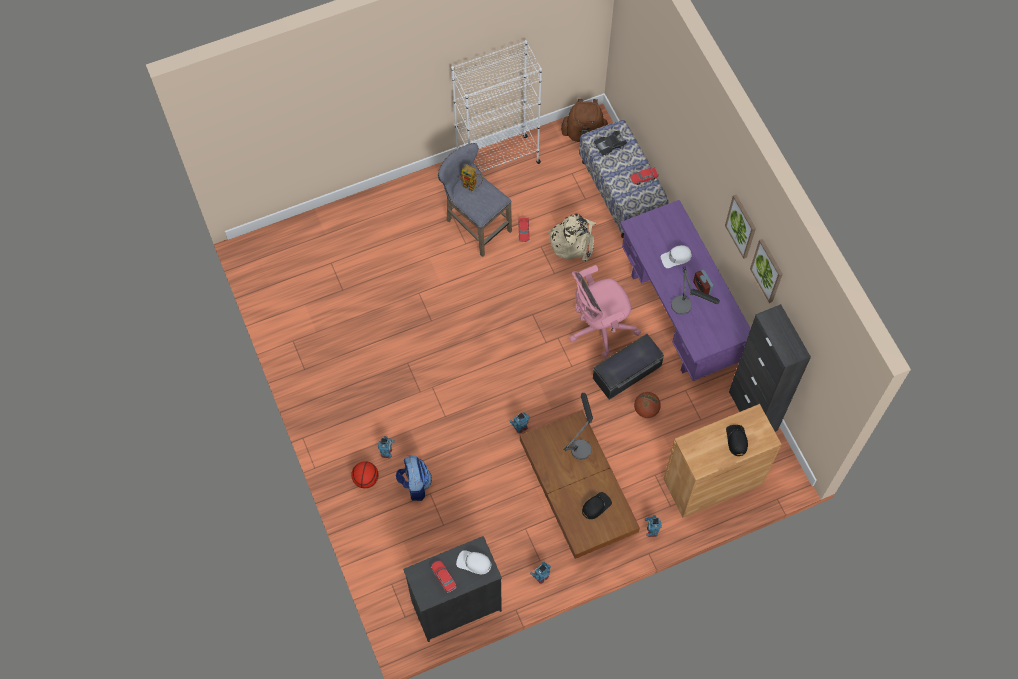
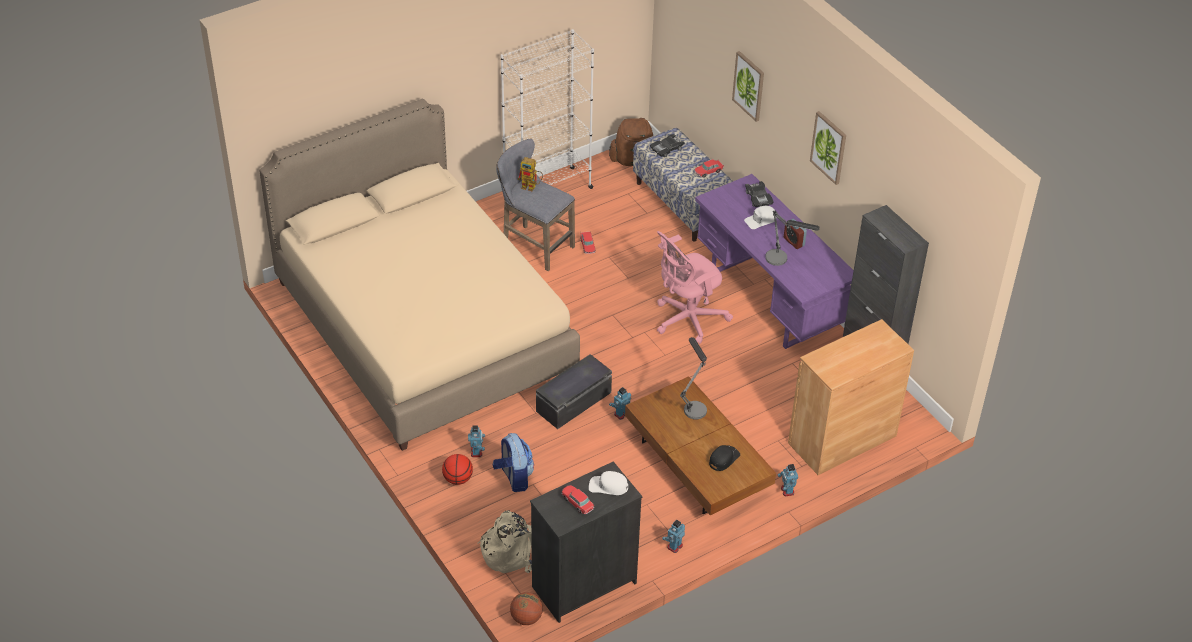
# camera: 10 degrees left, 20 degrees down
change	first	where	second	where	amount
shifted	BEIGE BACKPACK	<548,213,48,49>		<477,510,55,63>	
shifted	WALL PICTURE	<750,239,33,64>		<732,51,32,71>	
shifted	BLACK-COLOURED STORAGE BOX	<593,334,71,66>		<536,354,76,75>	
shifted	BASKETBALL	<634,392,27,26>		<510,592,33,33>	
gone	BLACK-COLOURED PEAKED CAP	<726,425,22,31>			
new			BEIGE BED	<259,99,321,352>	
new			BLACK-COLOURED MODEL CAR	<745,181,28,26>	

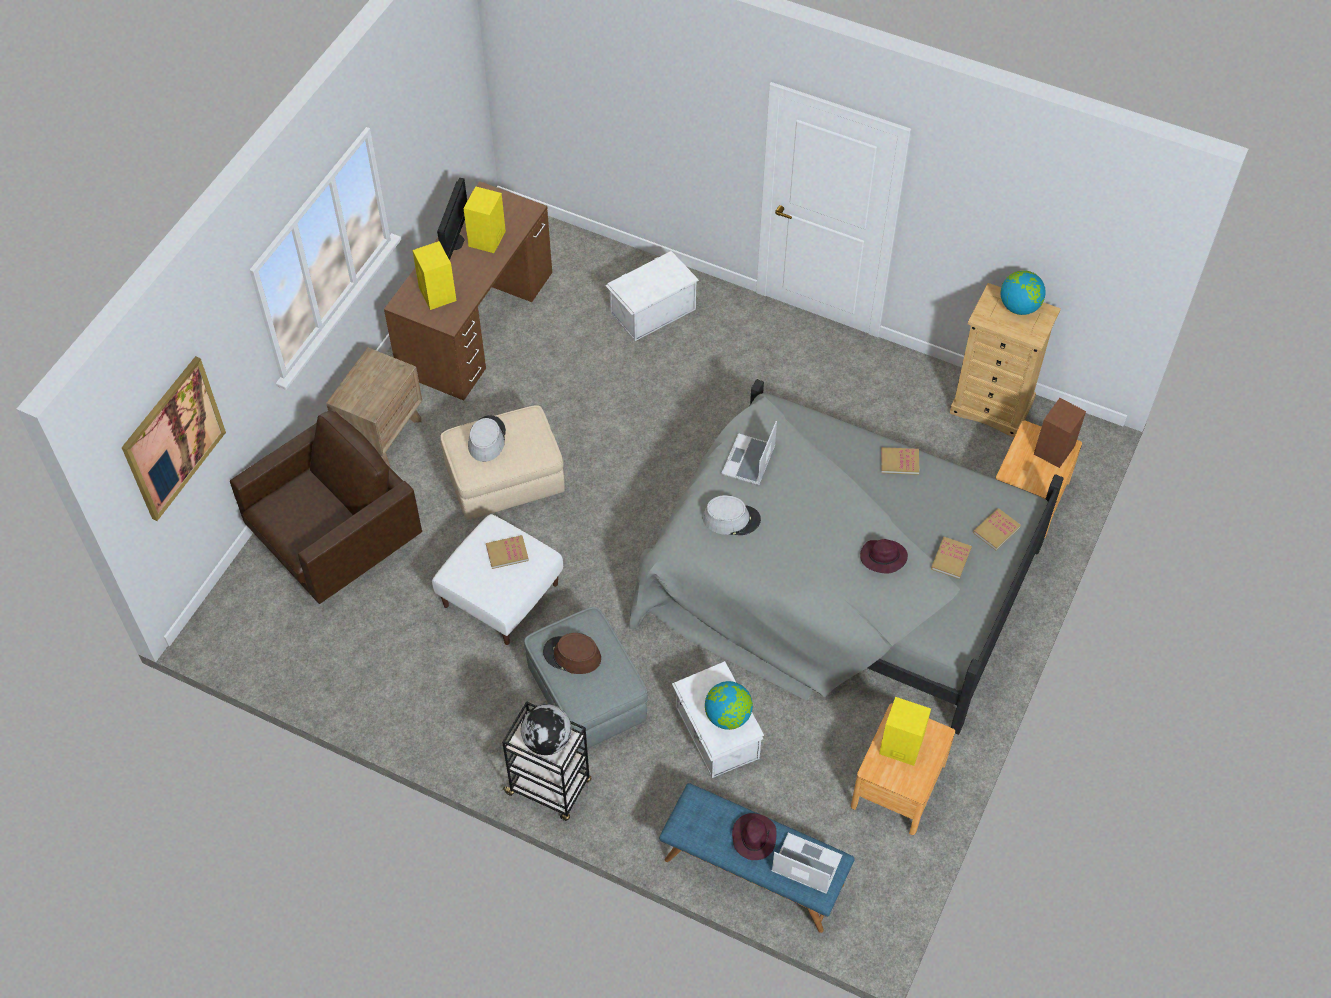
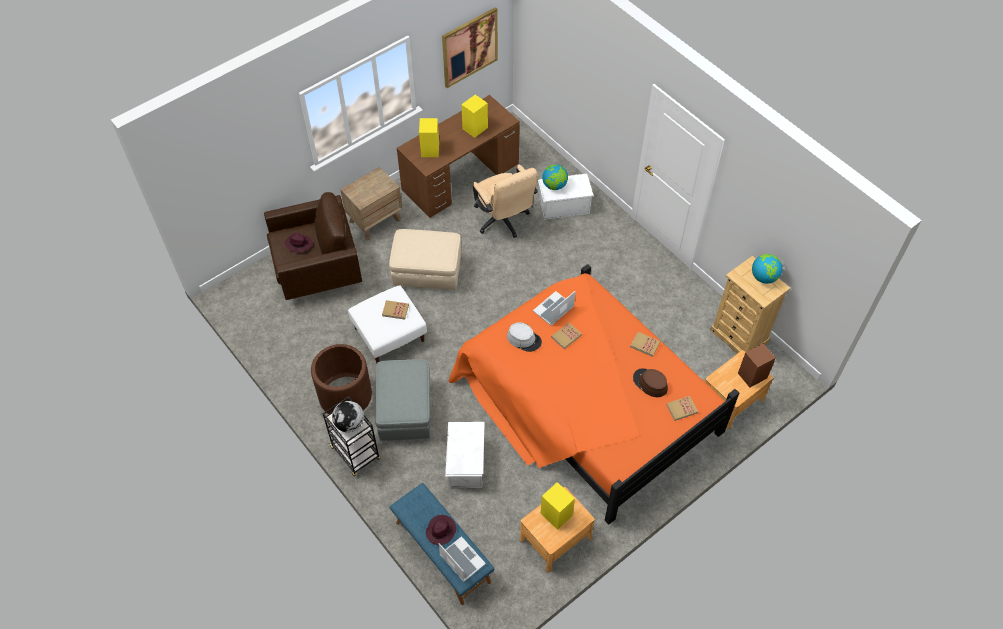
# camera: 25 degrees right, 0 degrees up
change	first	where	second	where	amount
gone	COMPUTER DISPLAY	<437,178,30,82>			
shifted	WALL PICTURE	<121,356,105,165>		<442,7,56,81>	
repainted	GRAY BED	<629,379,435,356>	ORANGE-COLOURED BED	<448,264,291,261>	
gone	GRAY WEARABLE HAT	<468,415,38,47>			
shifted	BOUND BOOK	<931,537,41,42>		<551,323,31,26>	
shifted	PURPLE-COLOURED WEARABLE HAT	<860,539,48,35>		<285,233,27,20>	
shifted	BROWN-COLOURED WEARABLE HAT	<543,633,58,41>		<633,368,35,29>	
shifted	WORLD GLOBE	<705,681,48,49>		<542,164,26,26>	
new			BEIGE OFFICE CHAIR	<473,164,65,74>	
new			BROWN-COLOURED PLANT POT	<311,344,61,70>	

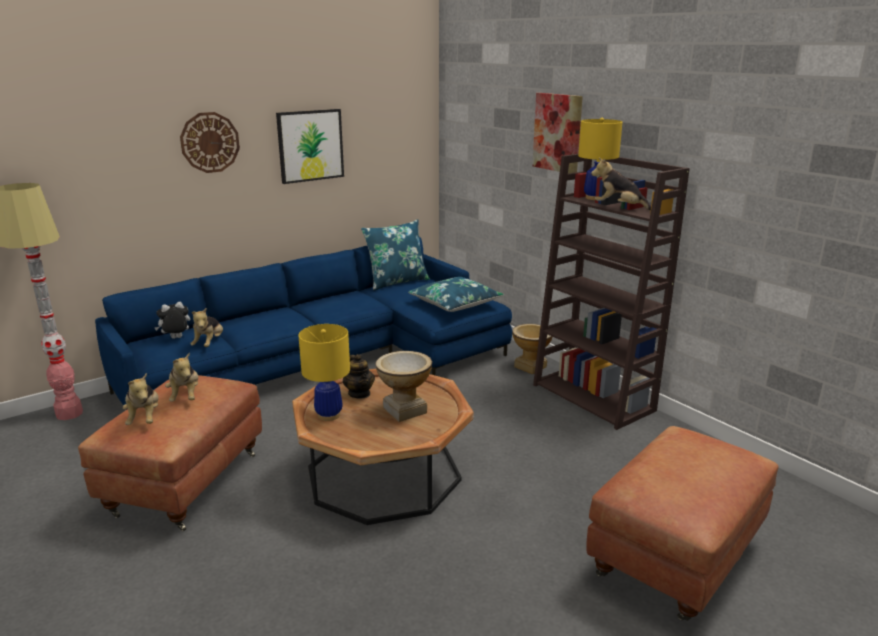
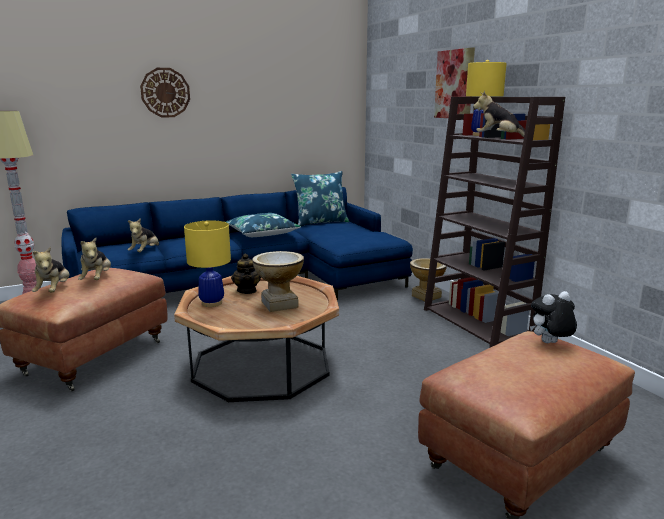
# camera: 10 degrees right, 5 degrees down
change	first	where	second	where	amount
gone	WALL PICTURE	<276,109,68,75>			
shifted	BLUISH CUSHION	<408,277,96,35>		<226,213,75,24>	
shifted	SOFT TOY	<155,302,35,37>		<530,291,47,52>	

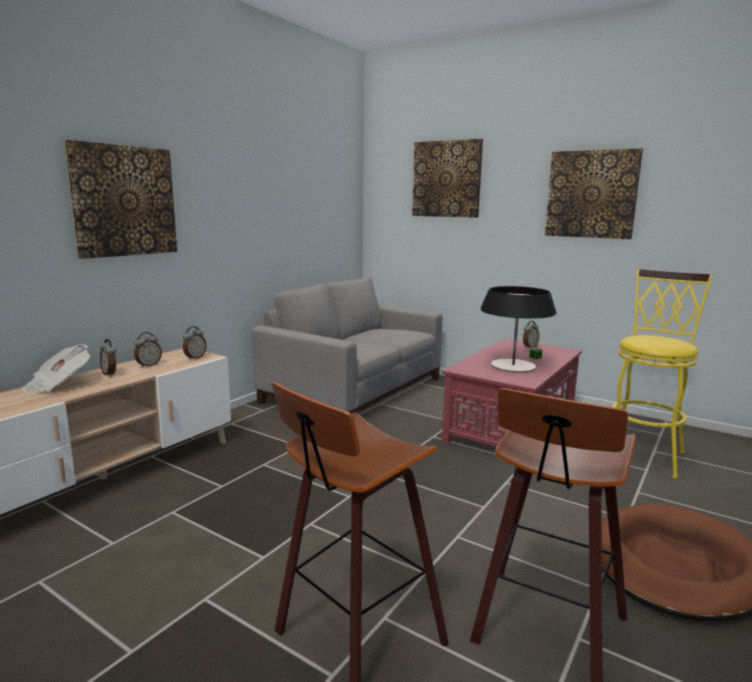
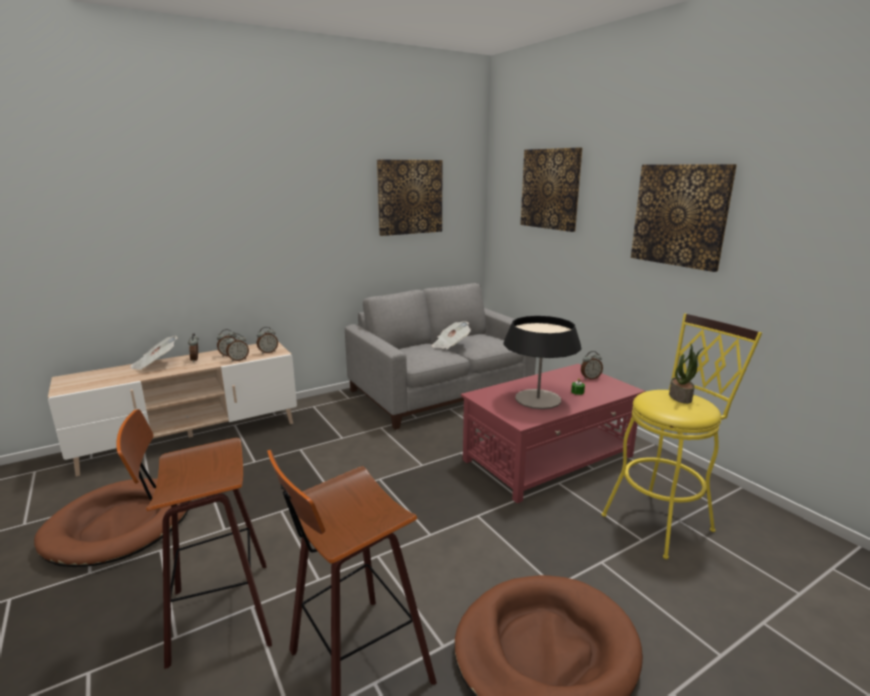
# camera: 25 degrees right, 5 degrees up
change	first	where	second	where	amount
shifted	WALL PICTURE	<64,140,113,119>		<377,160,66,76>	
new			DAILY PAPER	<432,321,39,28>	
new			TABLE CLOCK	<226,333,23,29>	
new			POTTED PLANT	<669,344,35,60>	
new			BROWN-COLOURED PET BED	<34,478,158,89>	

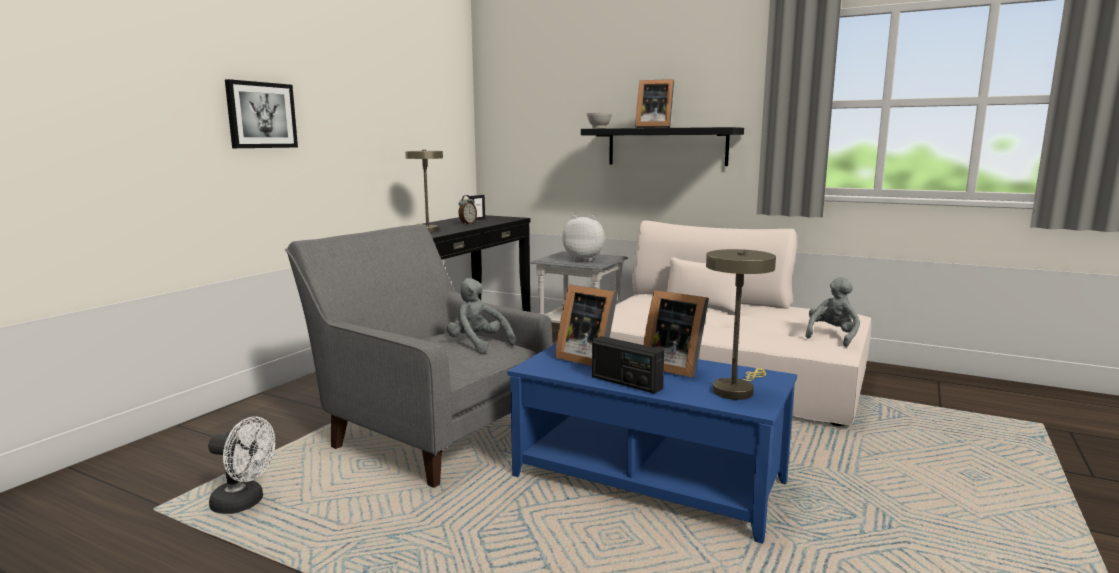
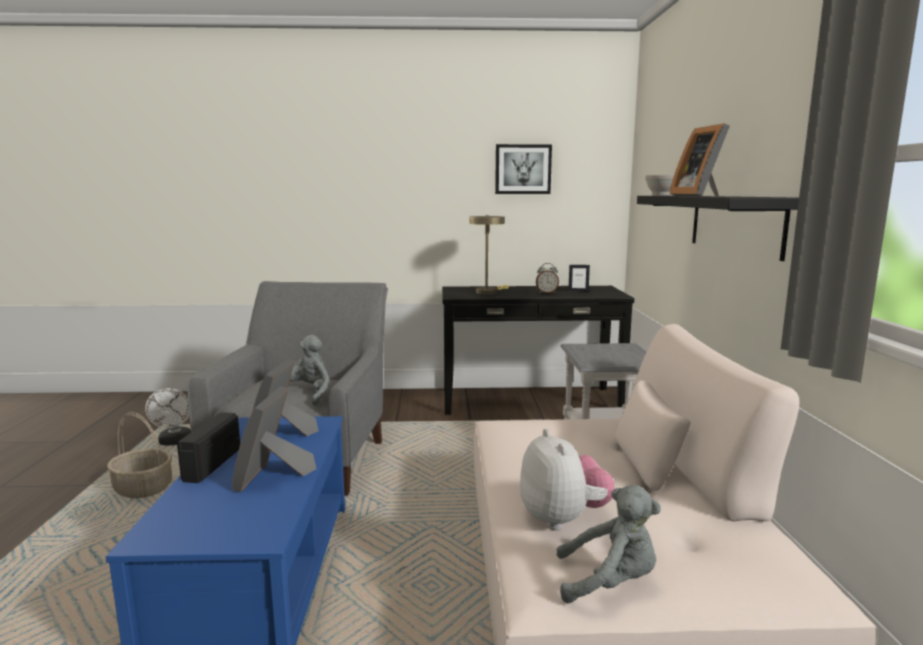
# camera: 60 degrees right, 0 degrees up
change	first	where	second	where	amount
shifted	WALL PICTURE	<225,79,73,69>		<495,144,57,50>	
shifted	SOFT TOY	<562,215,43,46>		<520,429,94,101>	
gone	BEIGE TABLETOP LAMP	<706,249,70,151>			
new			HOUSEHOLD BASKET	<107,412,65,86>	

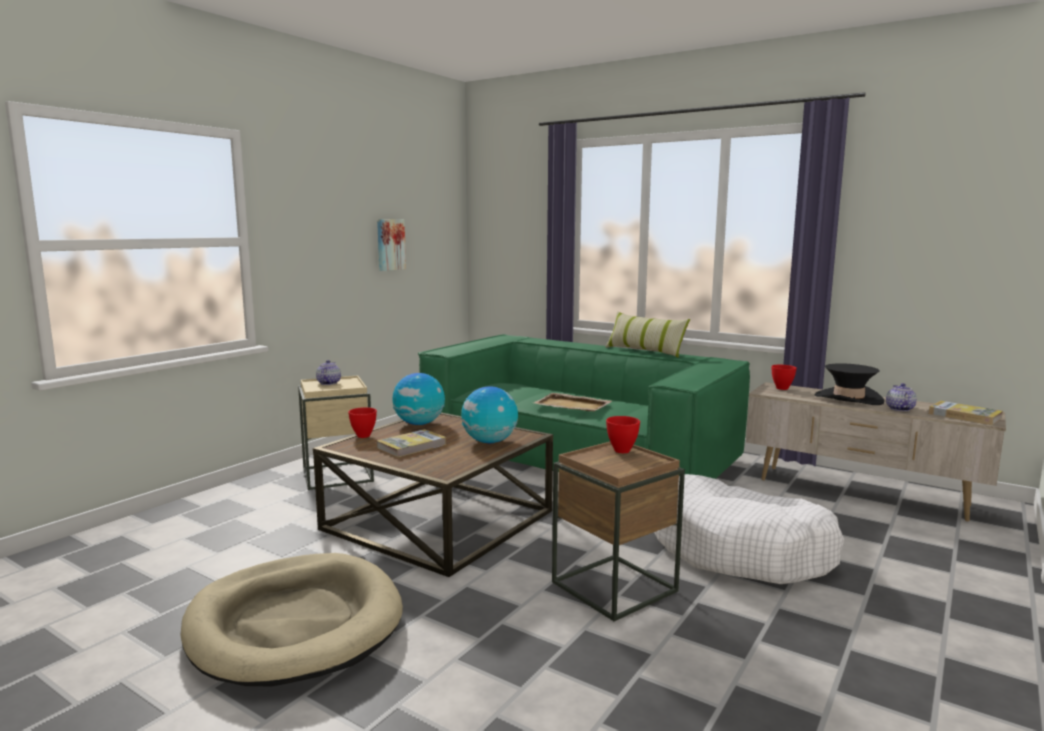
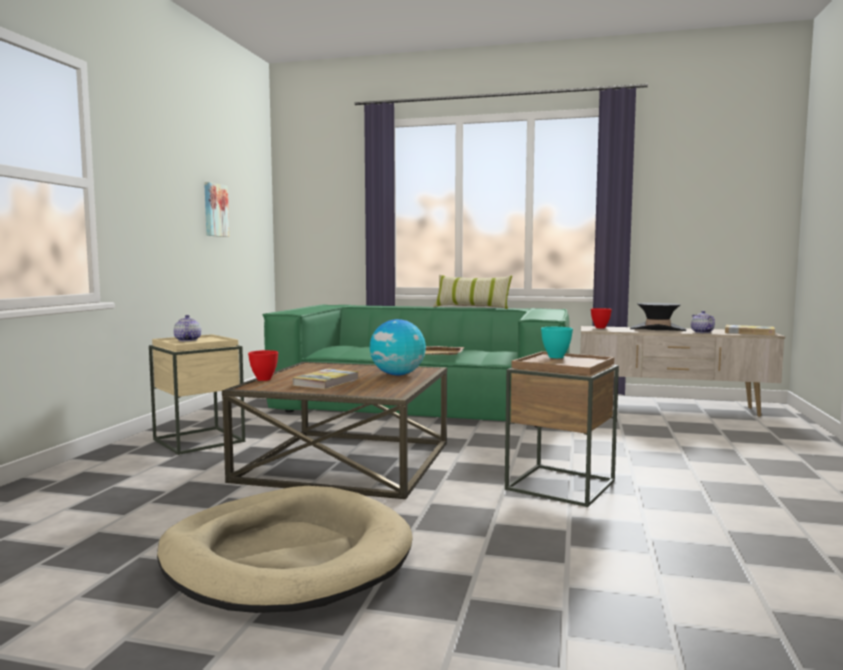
# camera: 20 degrees left, 5 degrees down
change	first	where	second	where	amount
gone	WORLD GLOBE	<393,373,52,52>			
repainted	RED BOWL	<606,416,34,37>	BLUE-GREEN BOWL	<541,327,32,31>	
gone	WHITISH PET BED	<654,474,191,110>			

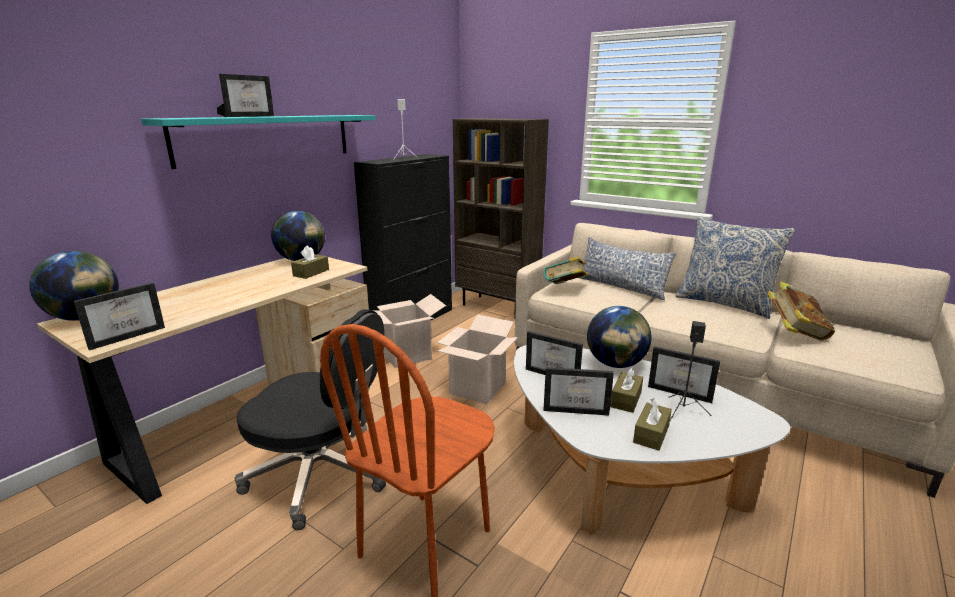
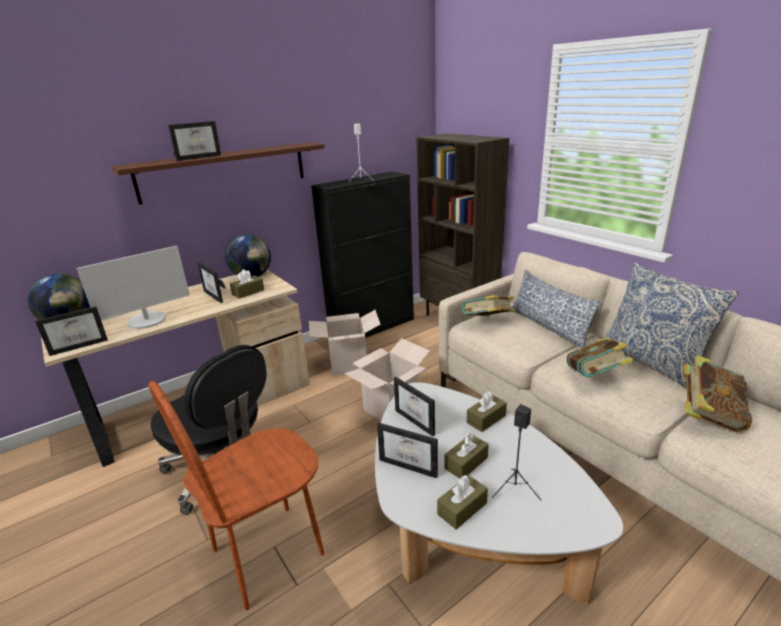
# camera: 20 degrees right, 5 degrees up
change	first	where	second	where	amount
repainted	BLUE-GREEN WALL SHELF	<141,115,235,54>	BROWN-COLOURED WALL SHELF	<111,142,214,63>	
swapped	WORLD GLOBE	<587,306,65,62>	BROWN-COLOURED BOX OF TISSUES	<467,392,40,40>	
shifted	PHOTO FRAME	<648,346,72,57>		<197,262,29,41>	
new			COMPUTER DISPLAY	<77,246,113,83>	
new			BOUND BOOK	<567,337,67,40>	

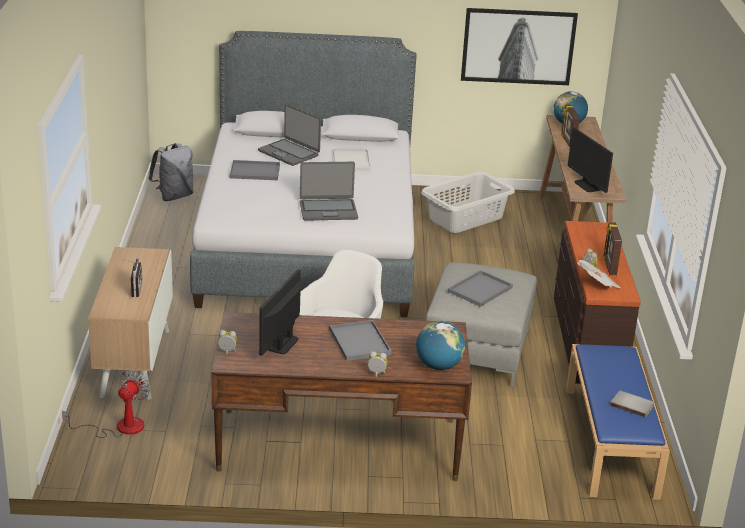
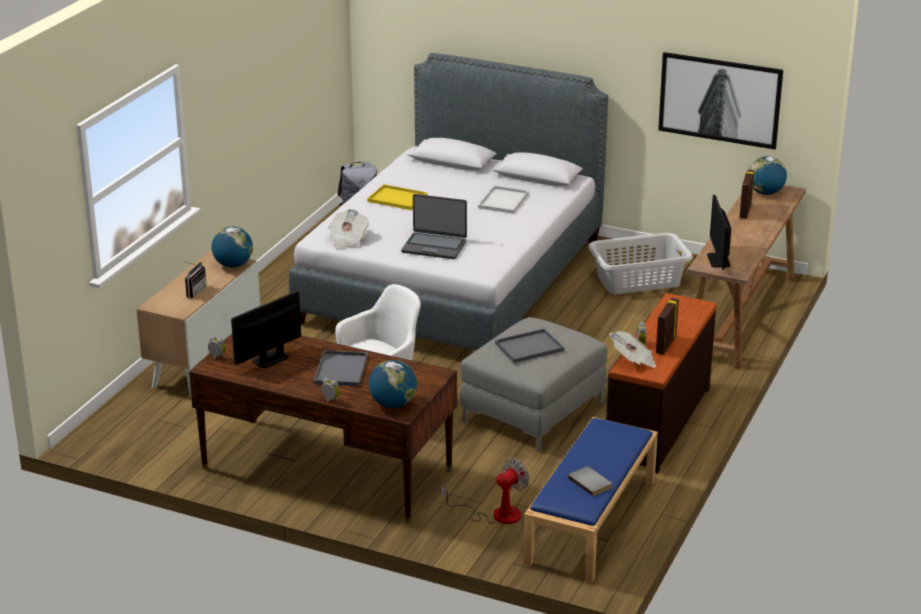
# camera: 25 degrees right, 0 degrees up
change	first	where	second	where	amount
gone	NOTEBOOK COMPUTER	<258,104,63,62>			
repainted	GRAY CARRYING TRAY	<230,160,50,20>	YELLOW CARRYING TRAY	<367,184,60,26>	
shifted	ELECTRIC FAN	<62,370,88,68>		<441,458,89,66>	
new			DAILY PAPER	<328,209,41,40>	
new			WORLD GLOBE	<211,226,42,41>	

